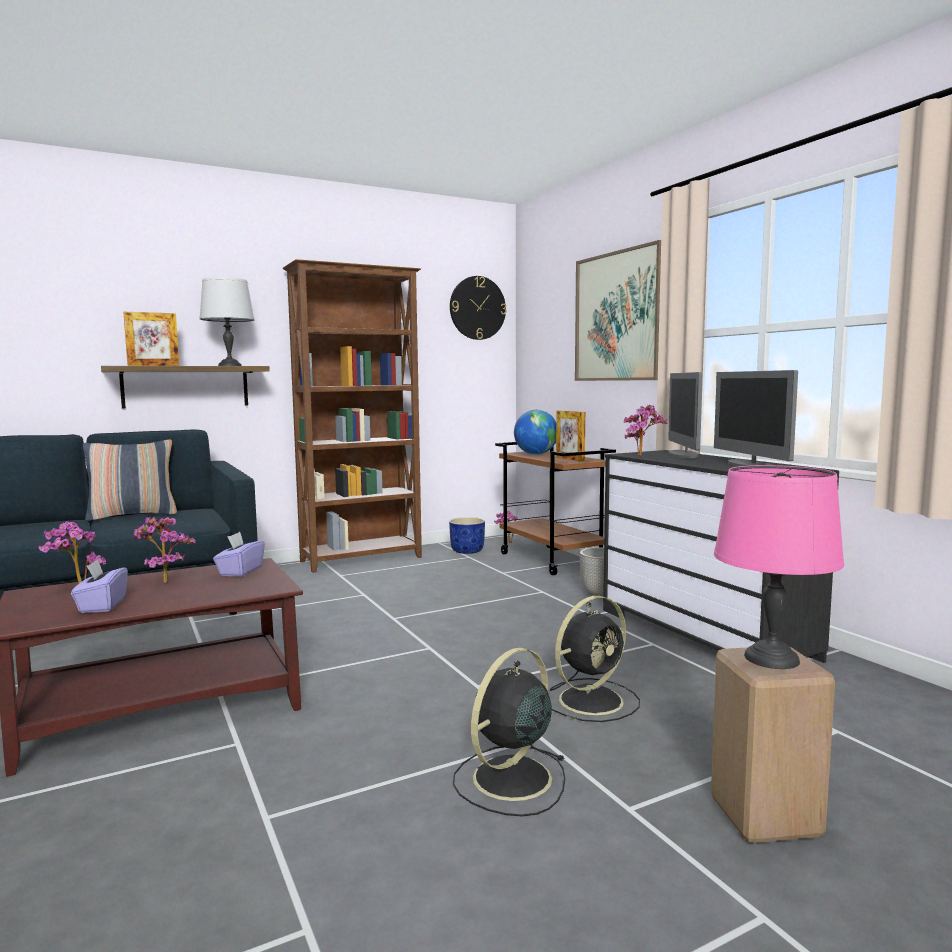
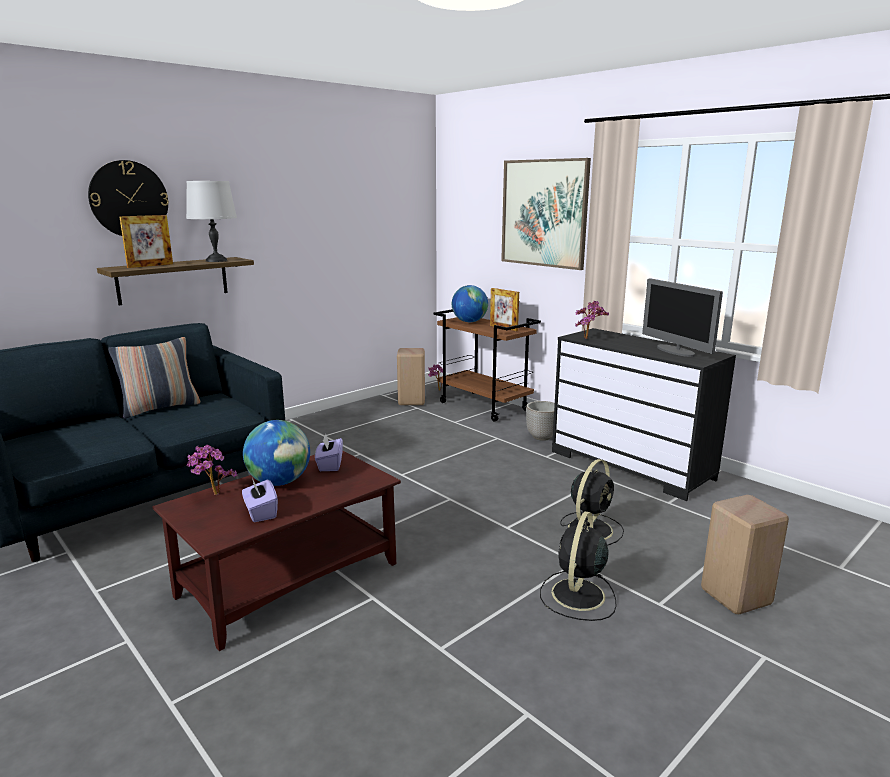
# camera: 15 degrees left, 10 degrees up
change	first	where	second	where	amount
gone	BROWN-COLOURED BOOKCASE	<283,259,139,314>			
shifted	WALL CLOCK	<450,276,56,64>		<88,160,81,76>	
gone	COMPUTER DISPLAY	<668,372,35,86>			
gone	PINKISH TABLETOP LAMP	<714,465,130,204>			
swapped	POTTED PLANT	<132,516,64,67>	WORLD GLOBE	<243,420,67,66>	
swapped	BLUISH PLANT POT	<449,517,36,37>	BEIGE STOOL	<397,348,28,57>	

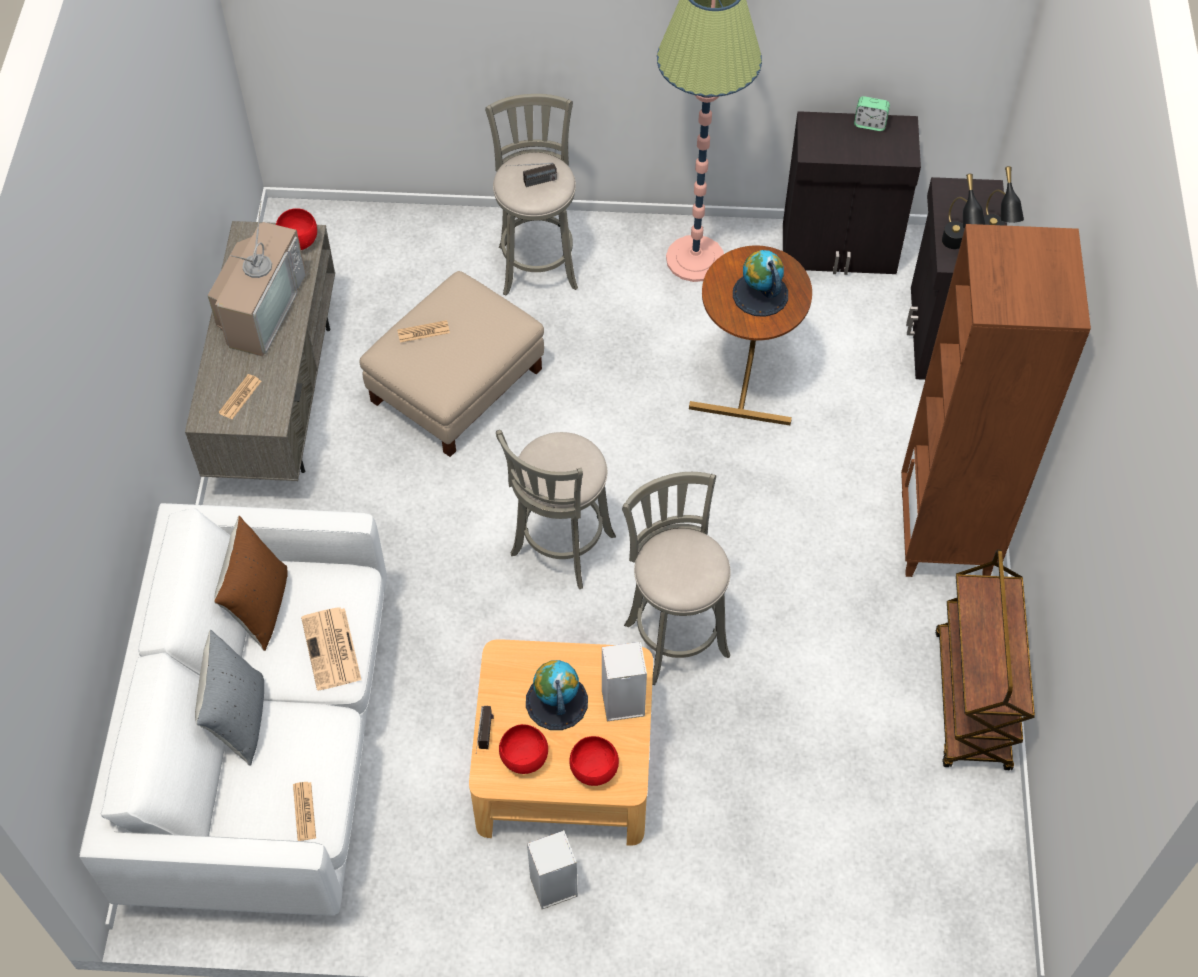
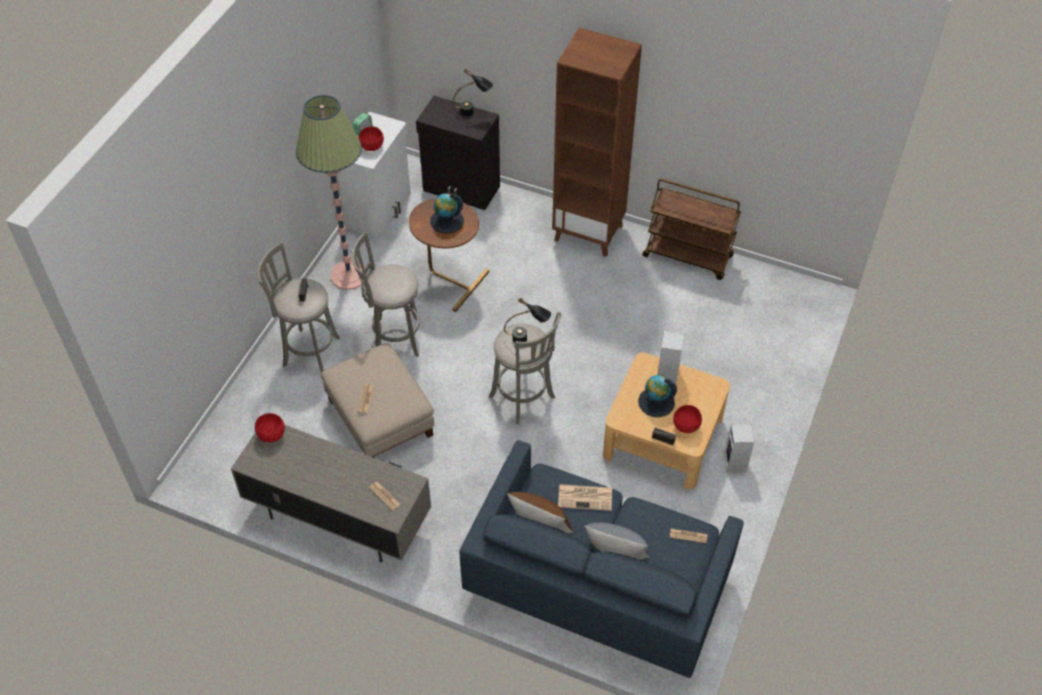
# camera: 70 degrees left, 5 degrees down
change	first	where	second	where	amount
repainted	BLACK-COLOURED STORAGE CABINET	<783,111,138,164>	WHITISH STORAGE CABINET	<338,112,73,128>	
shifted	BLACK-COLOURED TABLETOP LAMP	<942,174,44,75>		<504,298,47,45>	
gone	TV SET	<208,201,98,156>			
shifted	GRAY STOOL	<622,472,109,213>		<352,232,68,125>	
repainted	WHITISH SETTEE	<80,503,307,413>	BLUISH SETTEE	<459,440,285,238>	
shifted	RED BOWL	<569,736,50,50>		<358,126,26,25>	

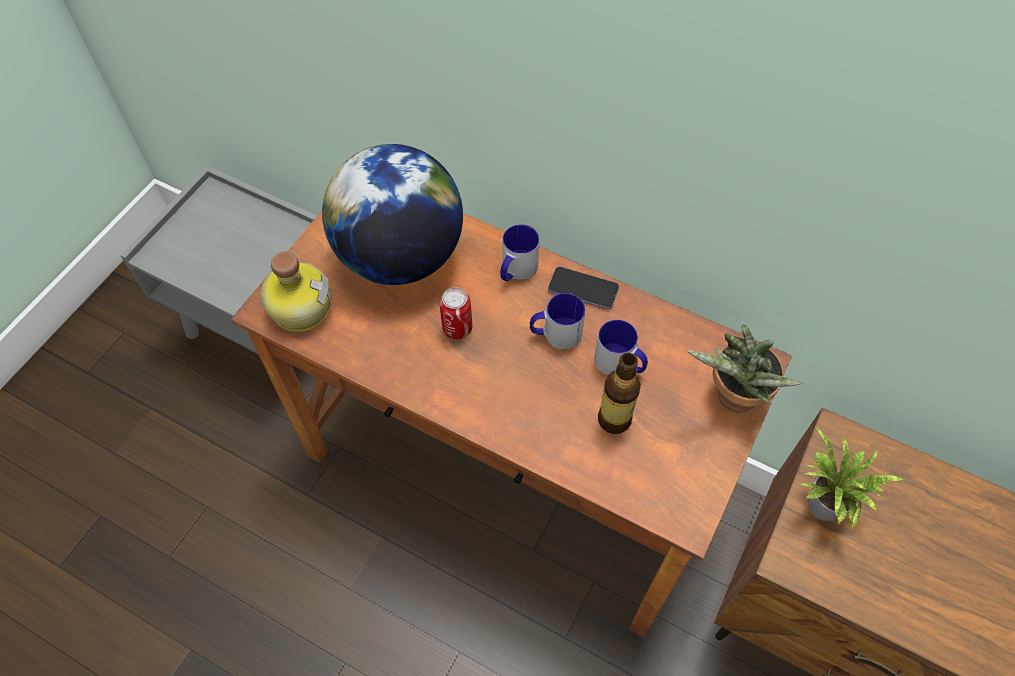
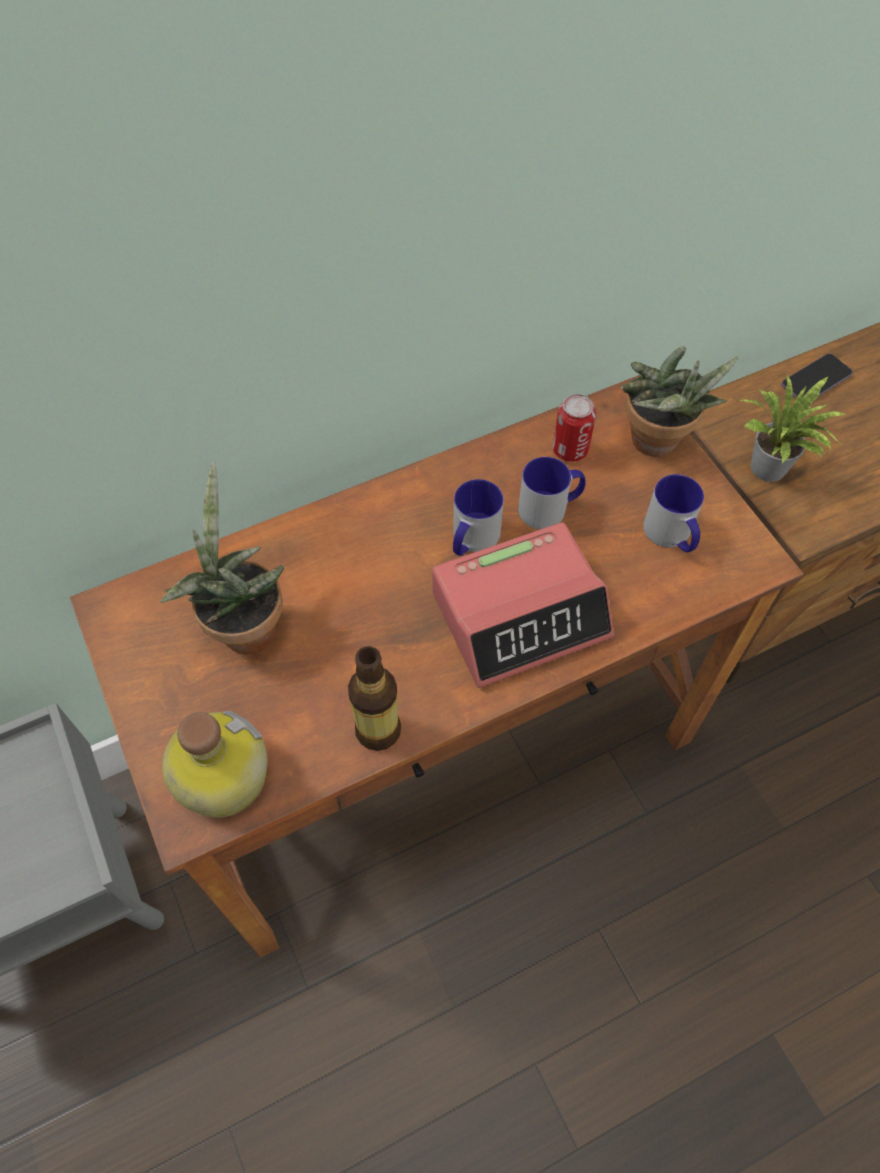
# camera: 55 degrees left, 0 degrees up
change	first	where	second	where	amount
swapped	WORLD GLOBE	<322,144,141,141>	POTTED PLANT	<161,461,123,193>	
shifted	COFFEE MUG	<500,224,40,57>		<643,474,61,78>	
shifted	HANDSET	<548,267,71,42>		<781,354,72,44>	
shifted	CAN	<440,287,32,52>		<553,394,43,68>	
shifted	BEVERAGE BOTTLE	<598,353,43,81>		<348,646,53,105>	
new			TABLE CLOCK	<432,522,182,166>	

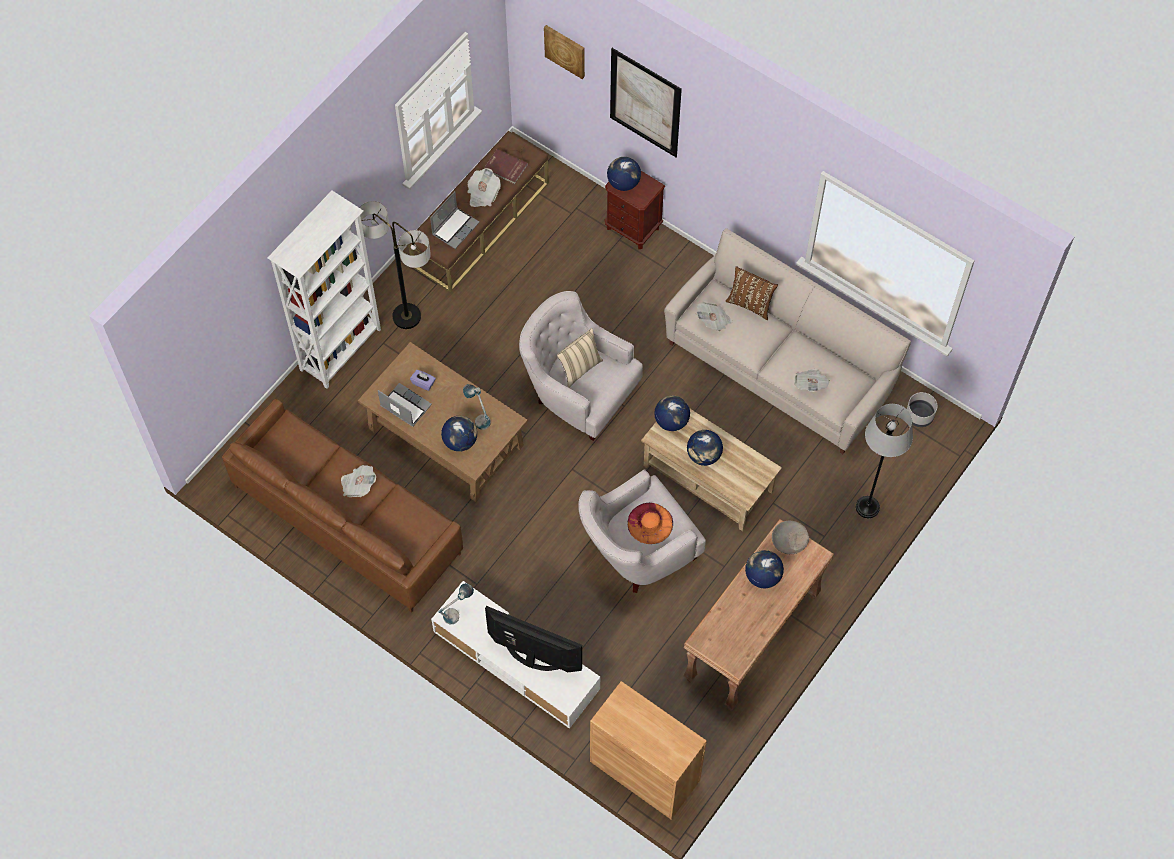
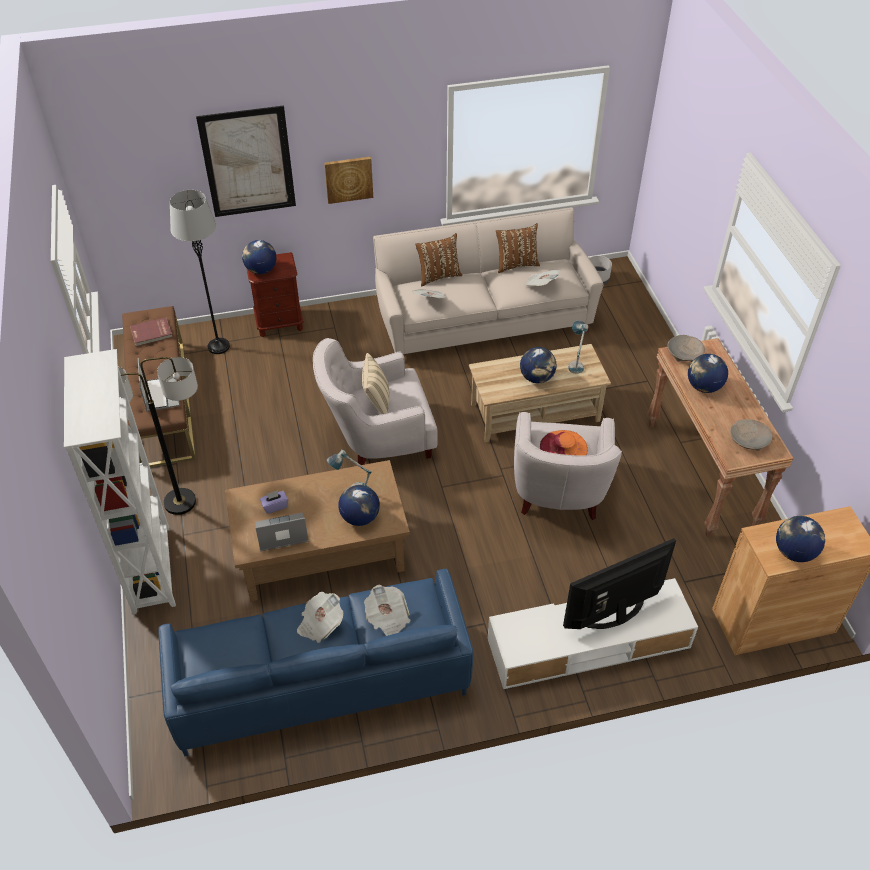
# camera: 50 degrees left, 15 degrees down
change	first	where	second	where	amount
shifted	WALL PICTURE	<544,25,41,54>		<324,157,49,47>	
shifted	DAILY PAPER	<467,168,34,39>		<364,585,46,51>	
shifted	WORLD GLOBE	<654,395,36,36>		<776,516,49,46>	
repainted	BROWN-COLOURED SETTEE	<222,399,241,214>	BLUISH SETTEE	<159,569,315,187>	
shifted	GRAY STANDARD LAMP	<856,404,57,114>		<170,190,60,164>	
shifted	TABLETOP LAMP	<438,583,36,41>		<568,320,21,54>	
new			BROWN-COLOURED CUSHION	<496,223,44,50>	
new			BEIGE BOWL	<730,419,42,32>	

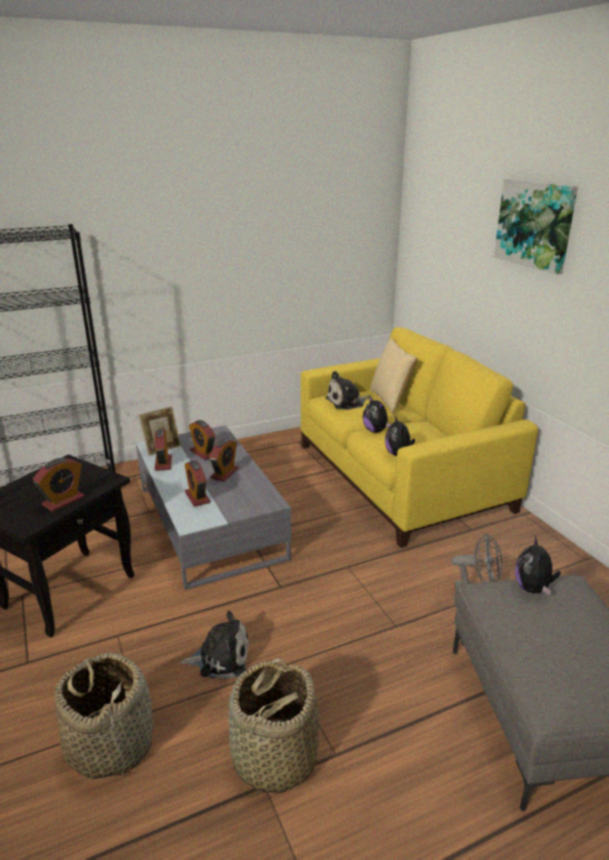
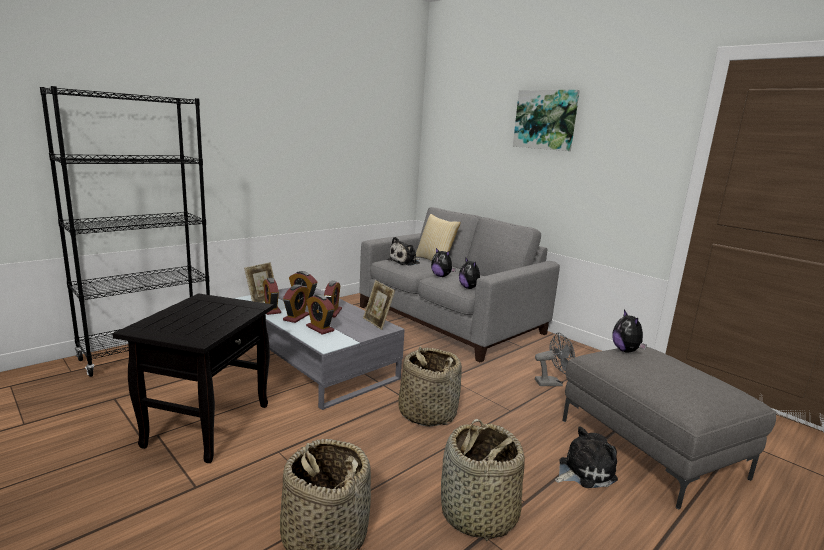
# camera: 20 degrees left, 10 degrees down
change	first	where	second	where	amount
repainted	YELLOW SETTEE	<301,327,237,221>	GRAY SETTEE	<360,207,200,155>	
shifted	TABLE CLOCK	<33,458,51,54>		<283,284,26,39>	
shifted	SOFT TOY	<180,611,69,68>		<555,426,63,62>	
new			PHOTO FRAME	<363,280,32,50>	
new			HOUSEHOLD BASKET	<398,346,64,81>	

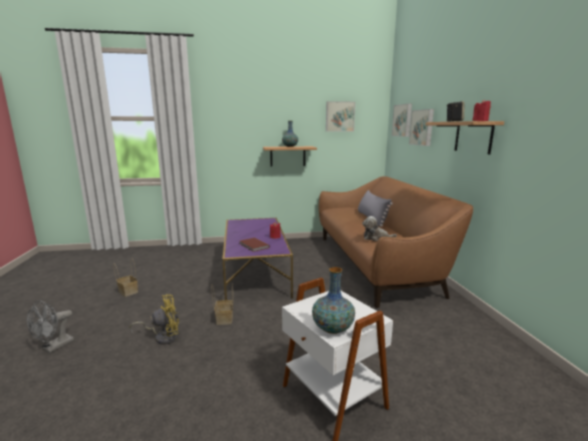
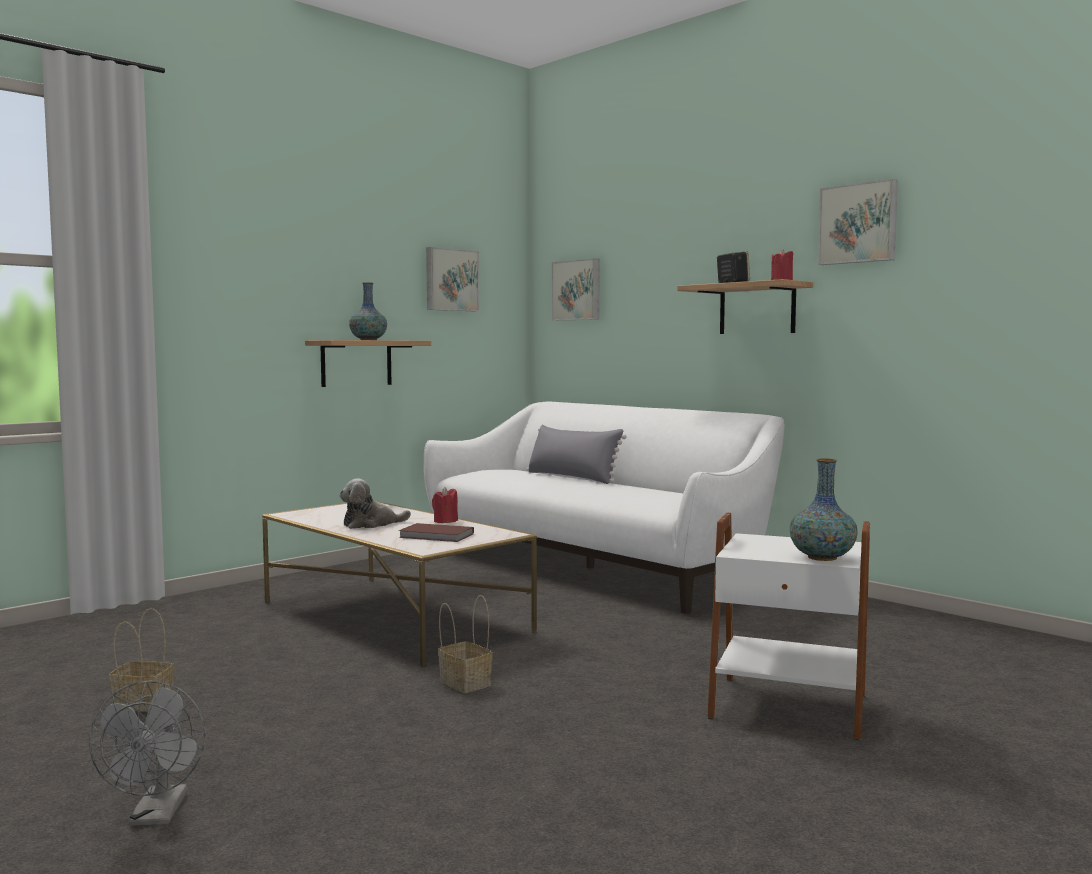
# camera: 35 degrees left, 10 degrees down
change	first	where	second	where	amount
shifted	WALL PICTURE	<409,109,25,37>		<818,179,80,86>	
repainted	BROWN-COLOURED SETTEE	<319,176,154,132>	WHITISH SETTEE	<424,402,361,212>	
shifted	SOFT TOY	<362,216,35,25>		<339,478,72,51>	
repainted	PURPLE-COLOURED LOW TABLE	<222,218,71,82>	WHITISH LOW TABLE	<262,501,275,166>	
gone	YELLOW ELECTRIC FAN	<129,294,50,51>			

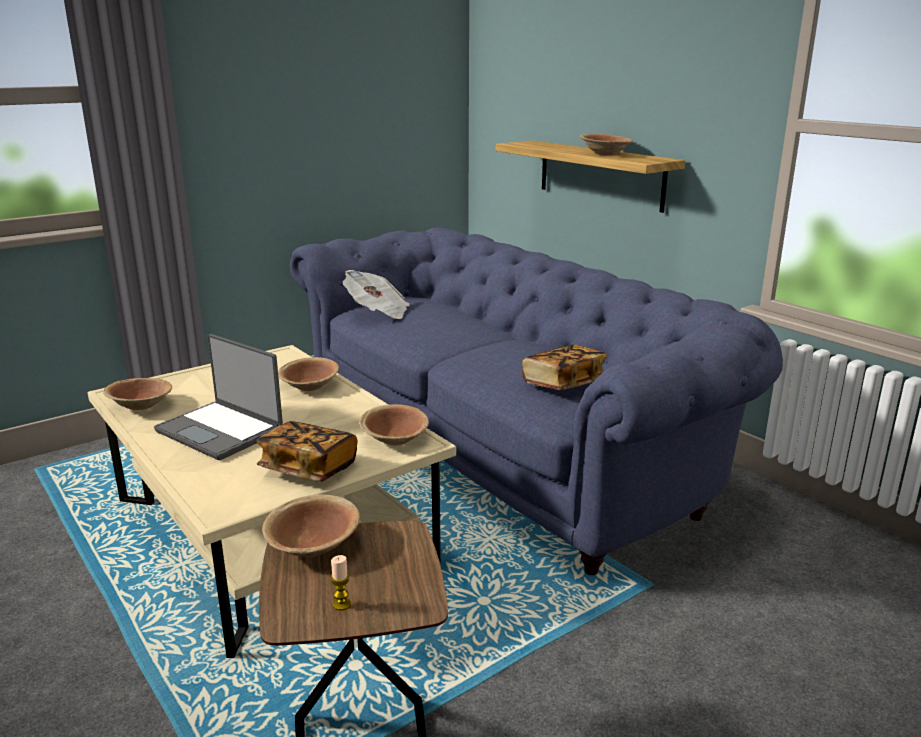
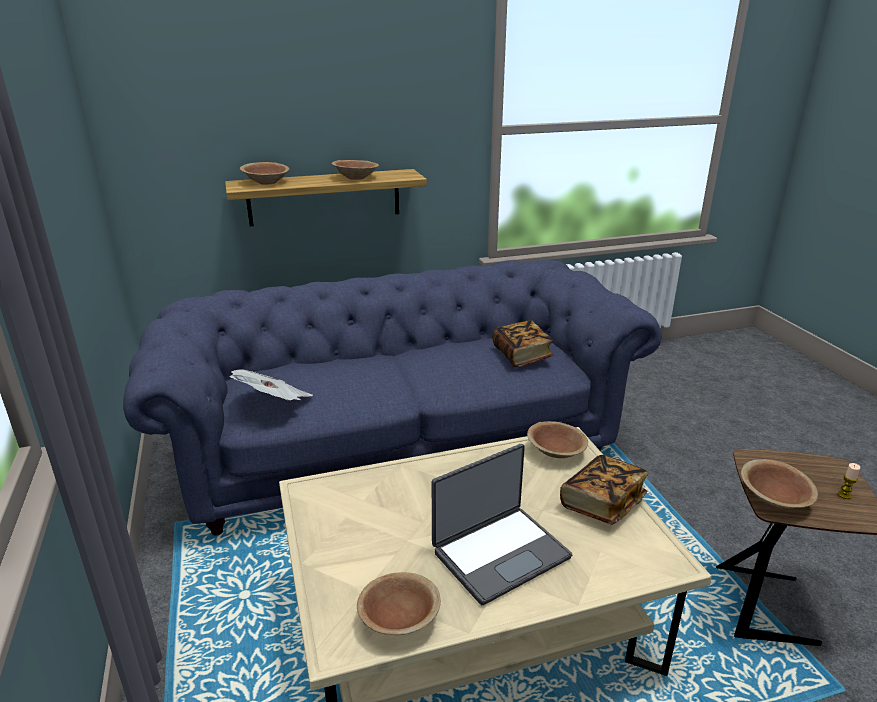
# camera: 70 degrees left, 5 degrees up
change	first	where	second	where	amount
shifted	BROWN-COLOURED BOWL	<278,357,61,34>		<240,162,49,23>	

